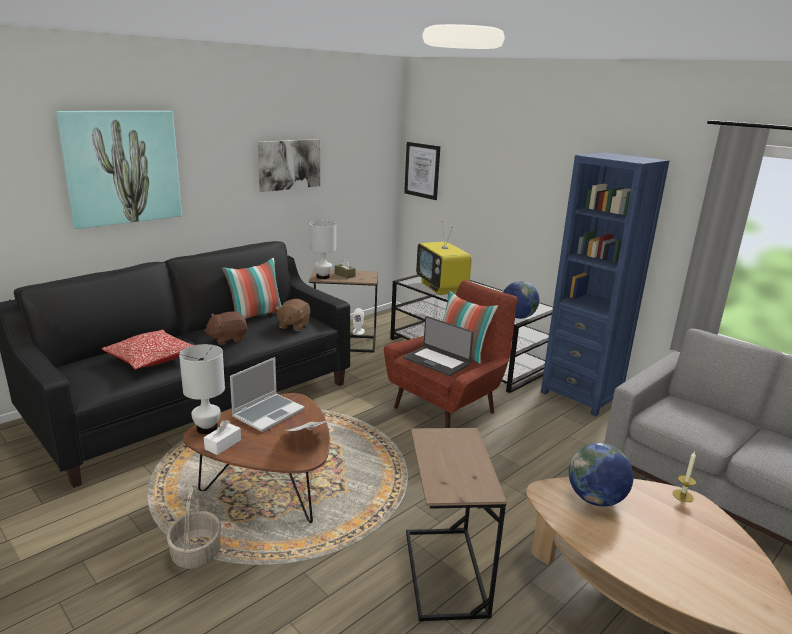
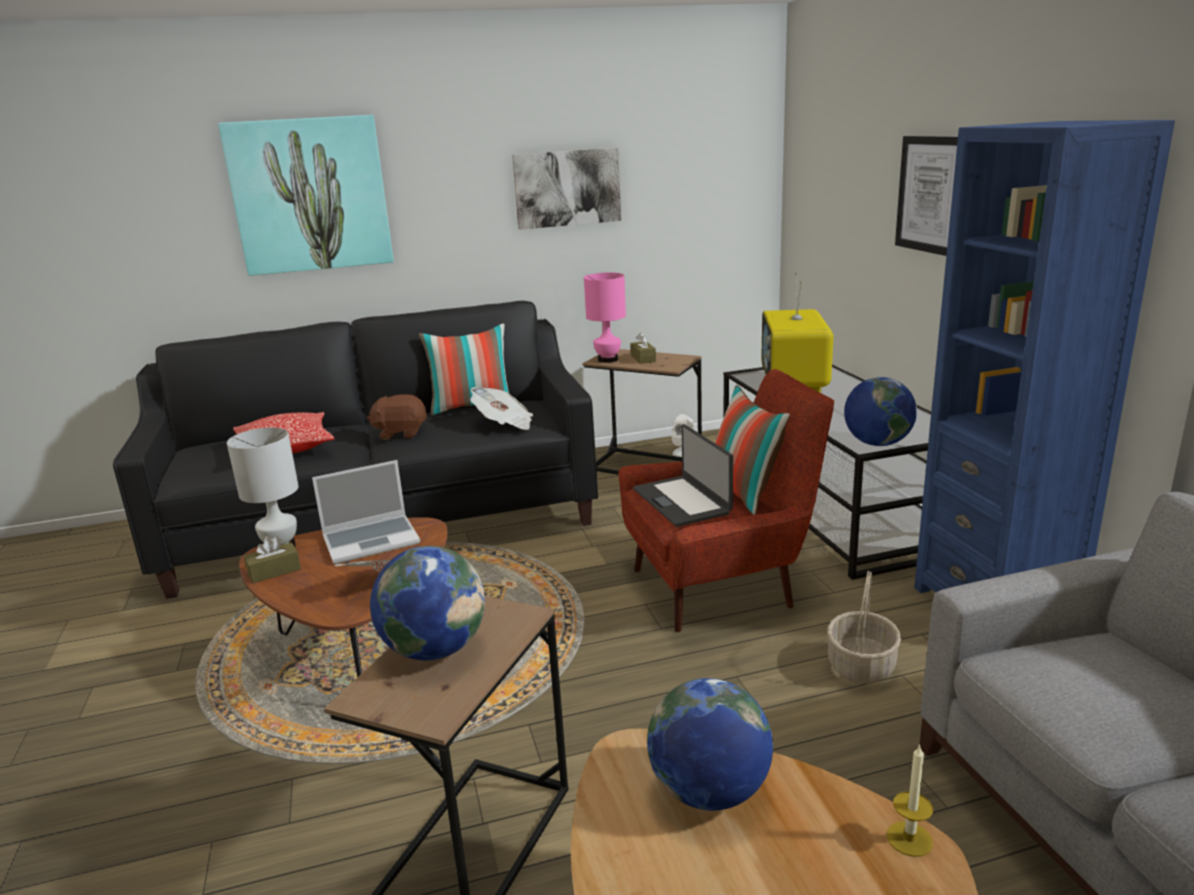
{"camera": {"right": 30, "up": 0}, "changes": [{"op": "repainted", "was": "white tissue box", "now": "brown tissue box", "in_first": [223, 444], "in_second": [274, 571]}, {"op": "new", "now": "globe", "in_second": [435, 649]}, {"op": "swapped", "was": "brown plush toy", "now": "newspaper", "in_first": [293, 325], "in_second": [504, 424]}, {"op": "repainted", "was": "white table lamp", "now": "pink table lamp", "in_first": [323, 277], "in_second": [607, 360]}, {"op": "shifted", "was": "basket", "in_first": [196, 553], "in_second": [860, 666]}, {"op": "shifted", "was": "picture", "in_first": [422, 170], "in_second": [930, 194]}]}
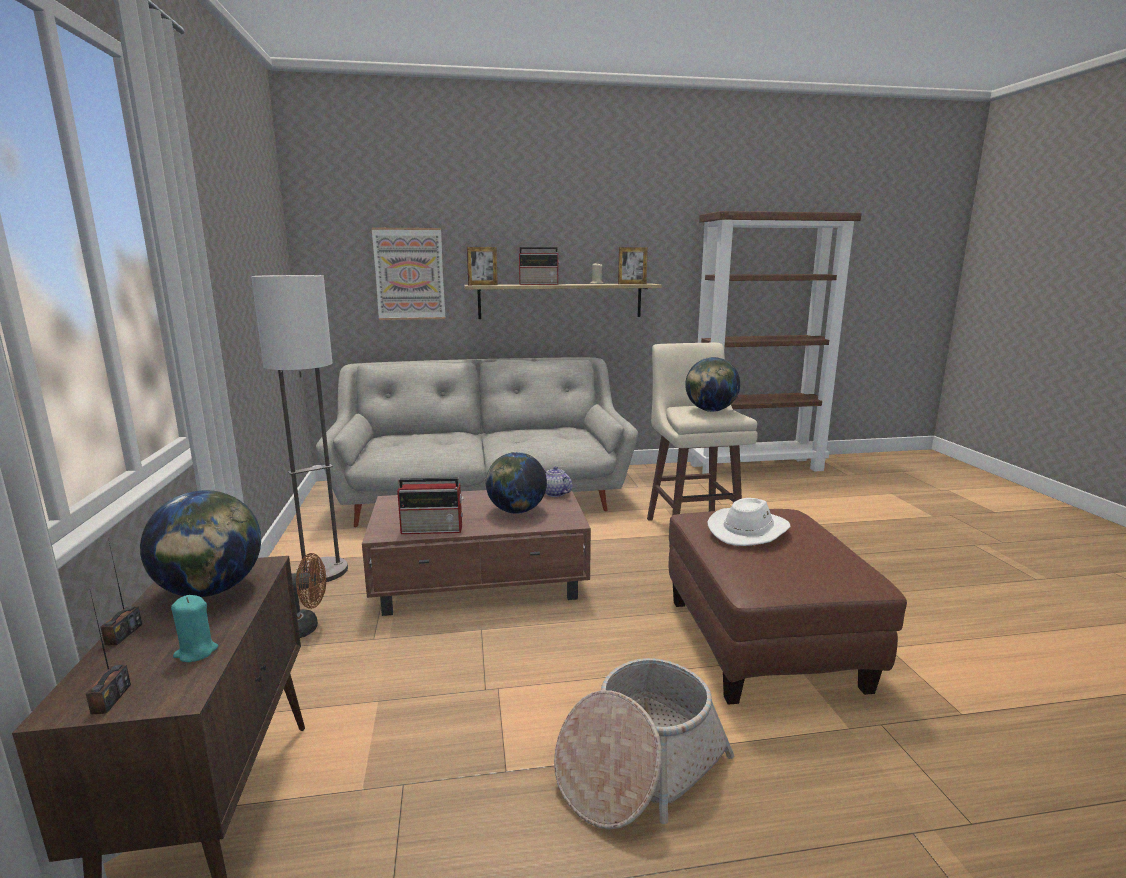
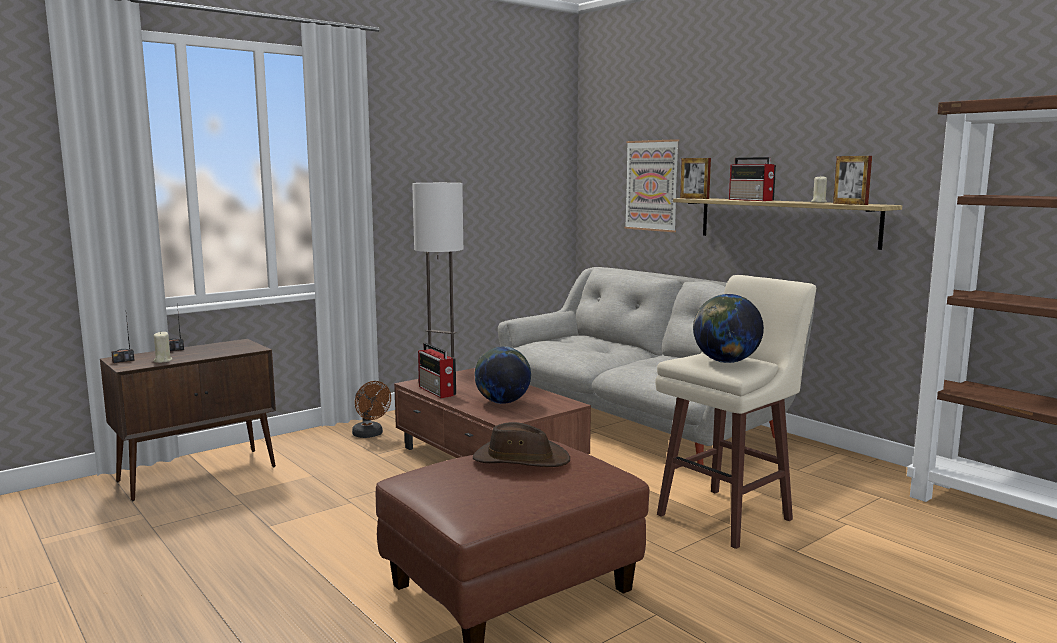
{"camera": {"right": 60, "up": -5}, "changes": [{"op": "repainted", "was": "turquoise candle", "now": "beige candle", "in_first": [196, 652], "in_second": [162, 360]}, {"op": "repainted", "was": "white hat", "now": "brown hat", "in_first": [749, 530], "in_second": [520, 459]}, {"op": "gone", "was": "globe", "in_first": [211, 591]}, {"op": "gone", "was": "teapot", "in_first": [555, 493]}, {"op": "gone", "was": "basket", "in_first": [638, 767]}]}
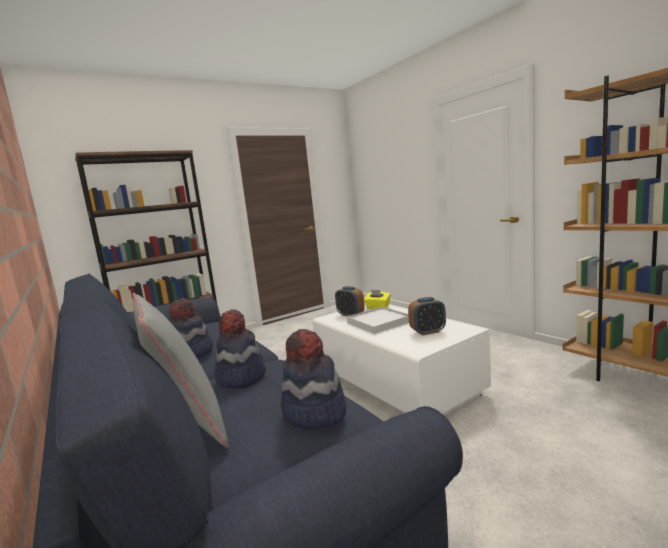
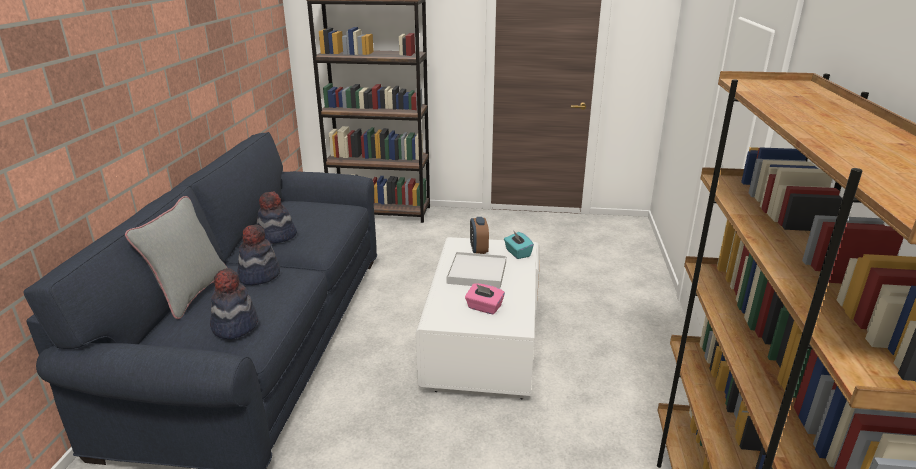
{"camera": {"right": 40, "up": 15}, "changes": [{"op": "swapped", "was": "alarm clock", "now": "pink tissue box", "in_first": [428, 332], "in_second": [484, 308]}, {"op": "repainted", "was": "yellow tissue box", "now": "turquoise tissue box", "in_first": [377, 307], "in_second": [517, 253]}]}
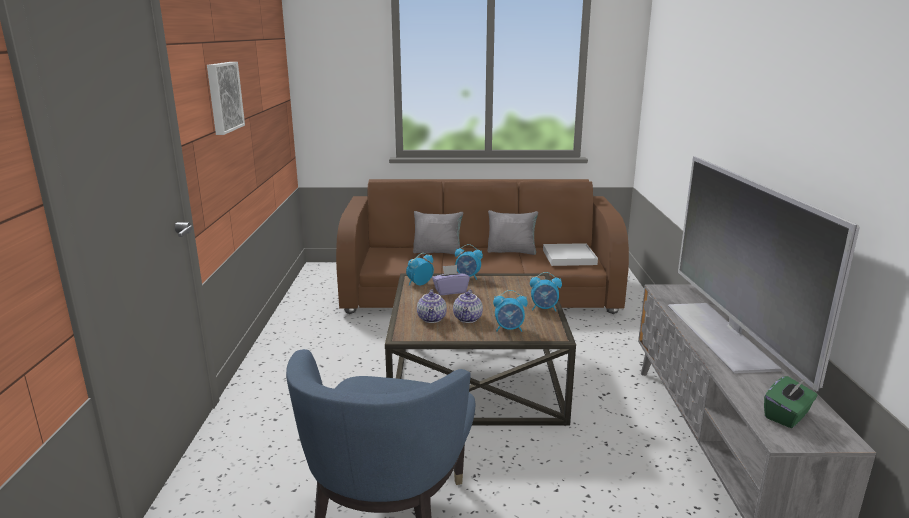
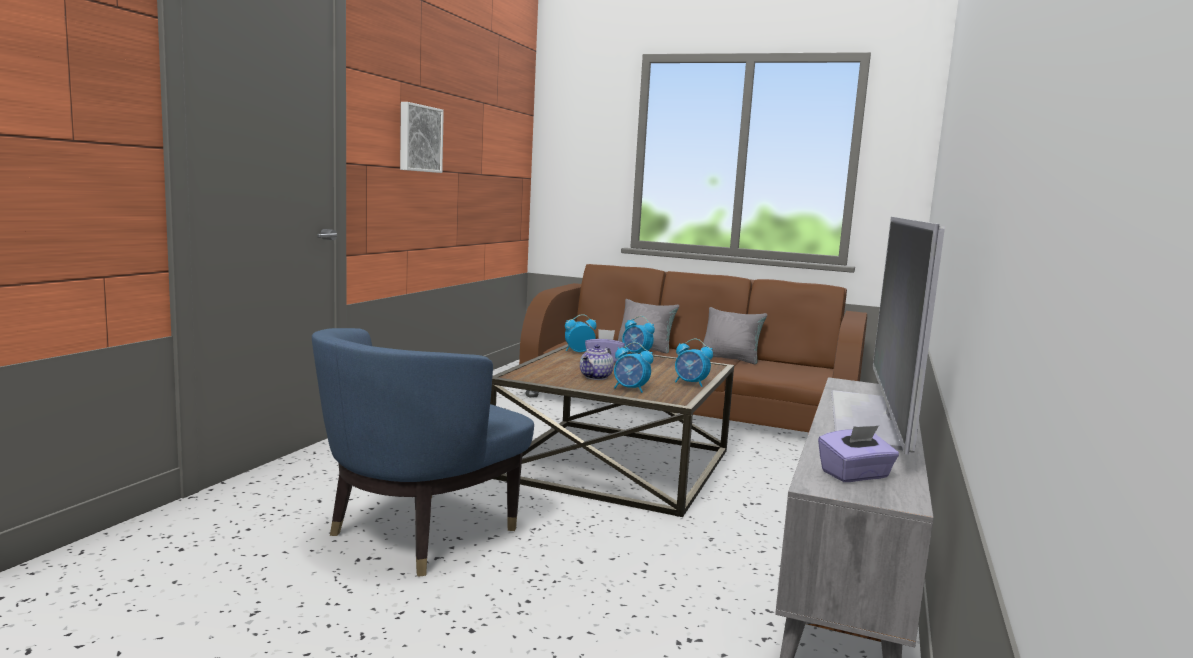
{"camera": {"right": 20, "up": -10}, "changes": [{"op": "repainted", "was": "green tissue box", "now": "purple tissue box", "in_first": [787, 415], "in_second": [855, 475]}, {"op": "gone", "was": "teapot", "in_first": [432, 319]}, {"op": "gone", "was": "white tray", "in_first": [569, 257]}]}
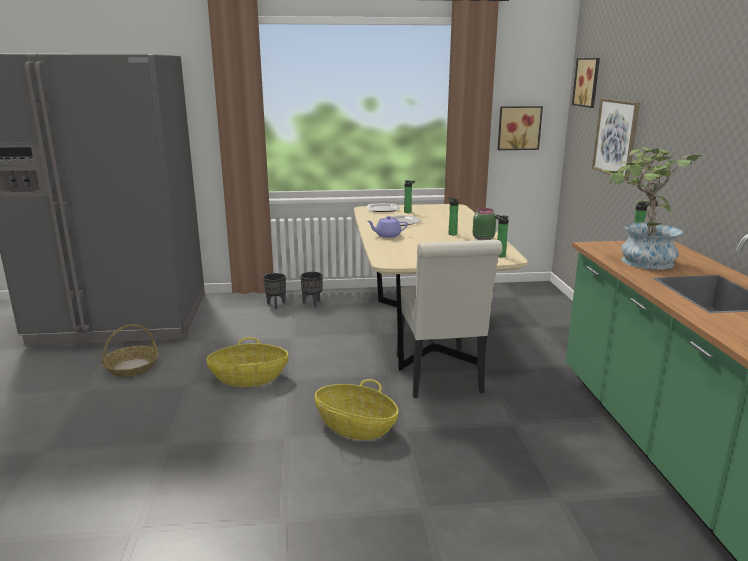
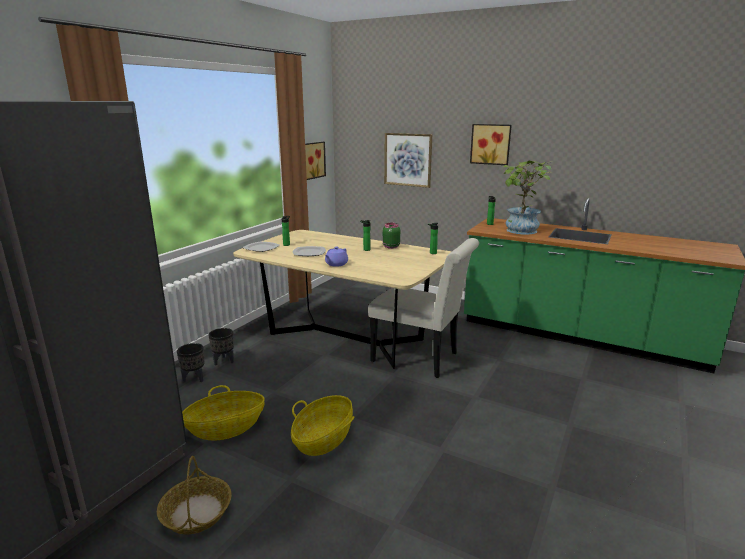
{"camera": {"right": -55, "up": 0}, "changes": [{"op": "shifted", "was": "basket", "in_first": [355, 427], "in_second": [226, 428]}, {"op": "shifted", "was": "picture", "in_first": [588, 82], "in_second": [490, 144]}]}
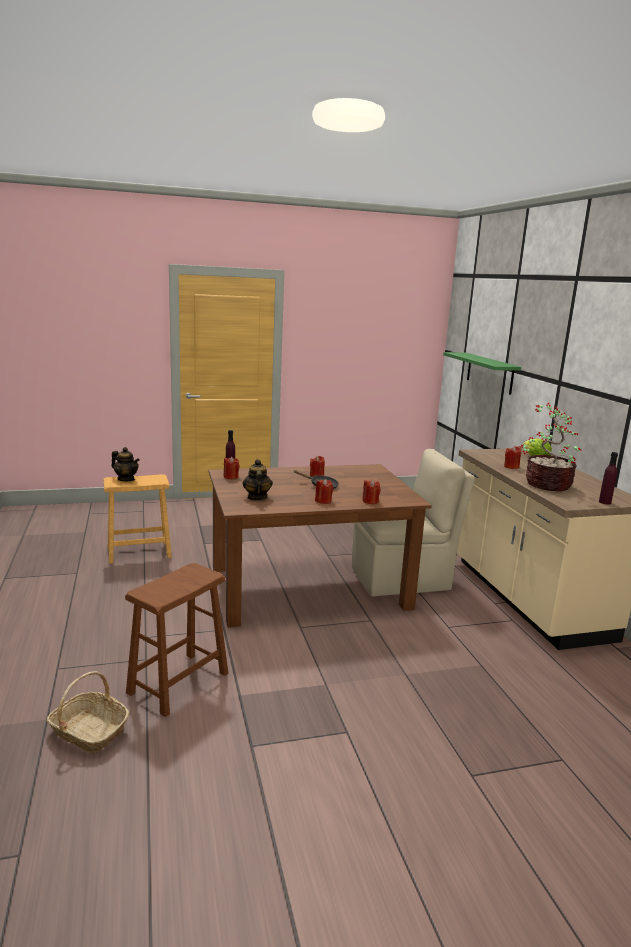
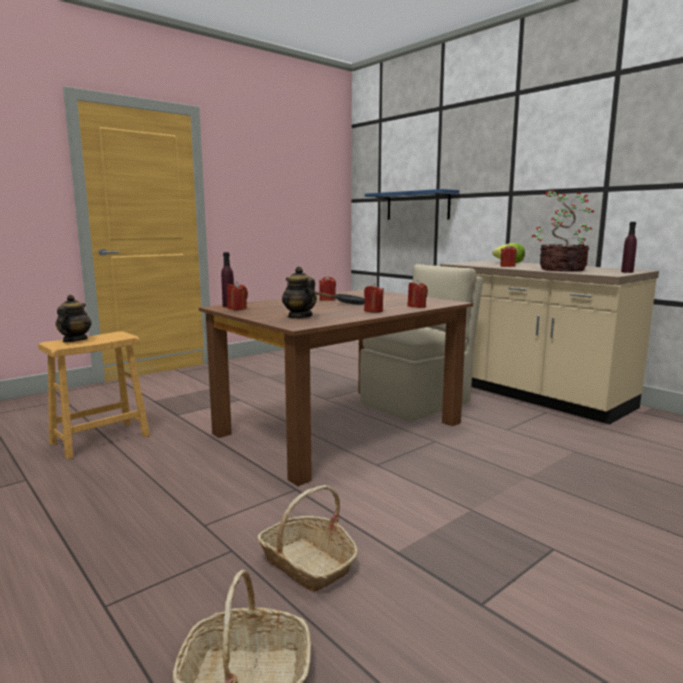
{"camera": {"right": -25, "up": -5}, "changes": [{"op": "rotated", "was": "teapot", "in_first": [126, 479], "in_second": [74, 340], "clockwise": -90}, {"op": "swapped", "was": "brown stool", "now": "basket", "in_first": [179, 683], "in_second": [307, 564]}, {"op": "repainted", "was": "green shelf", "now": "blue shelf", "in_first": [489, 373], "in_second": [417, 206]}]}
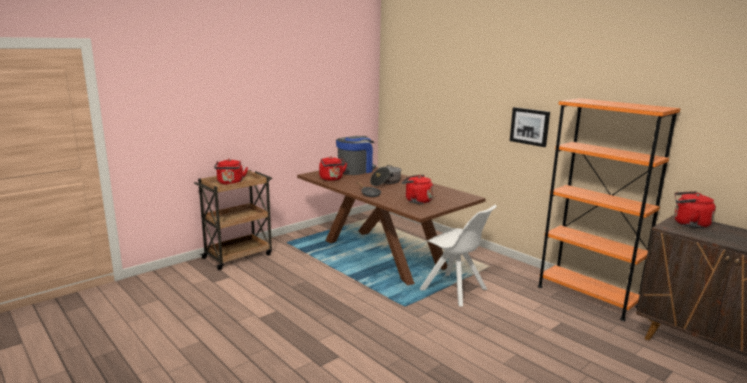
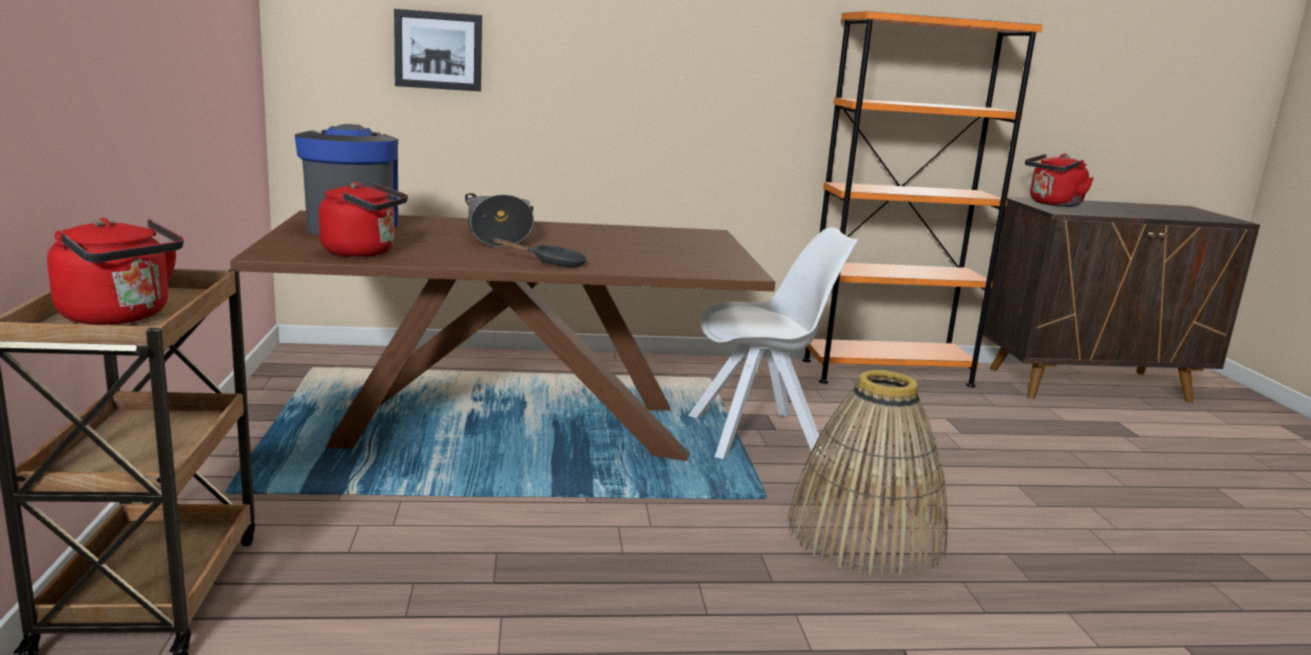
{"camera": {"right": -55, "up": 0}, "changes": [{"op": "shifted", "was": "picture", "in_first": [529, 126], "in_second": [438, 50]}, {"op": "new", "now": "basket", "in_second": [865, 534]}, {"op": "gone", "was": "red kettle", "in_first": [416, 200]}]}
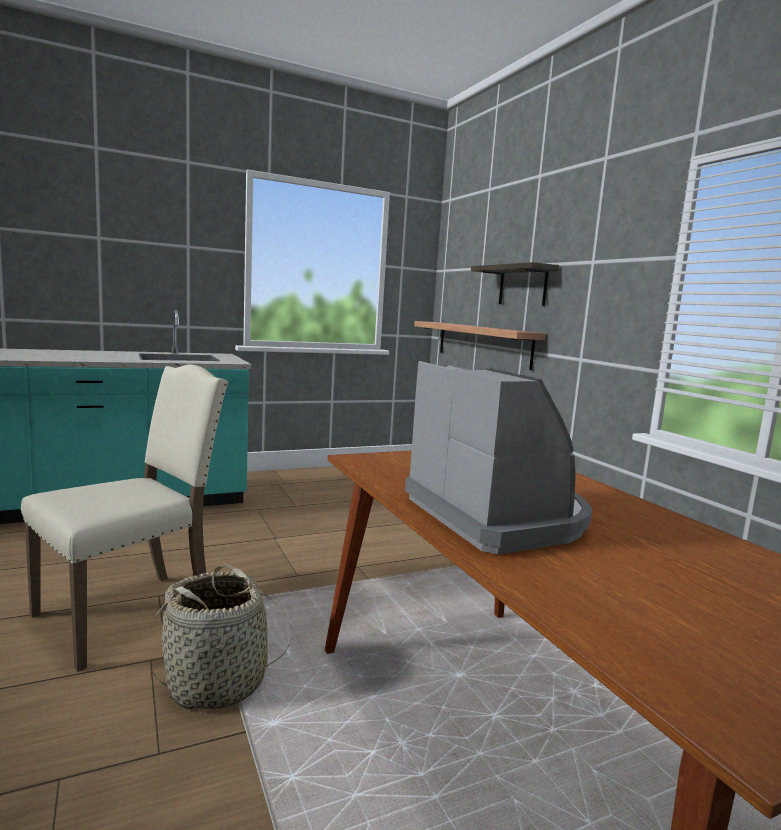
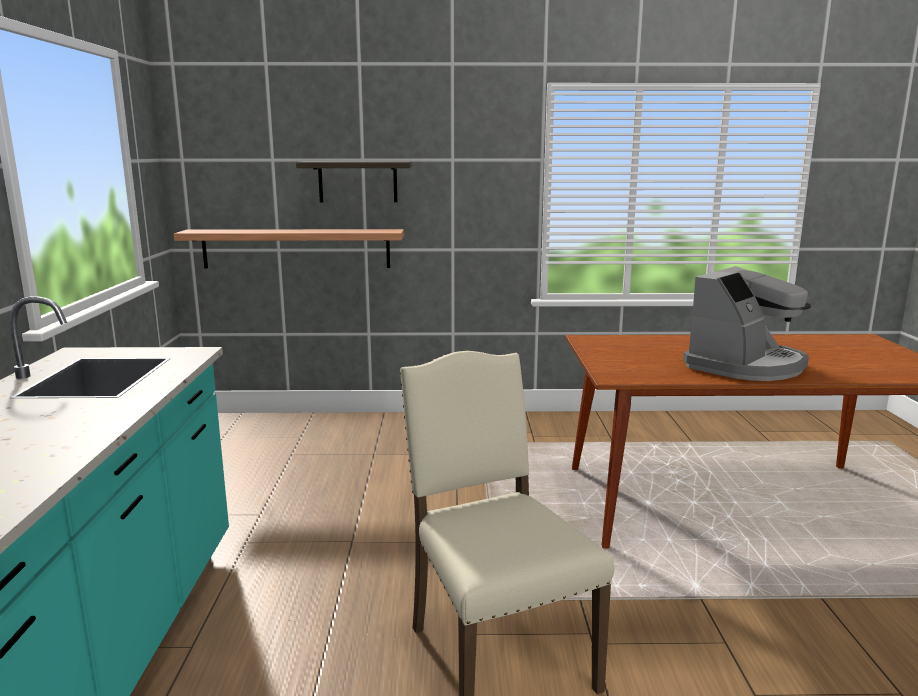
{"camera": {"right": -65, "up": 5}, "changes": [{"op": "rotated", "was": "coffee machine", "in_first": [498, 515], "in_second": [746, 365], "clockwise": 135}, {"op": "gone", "was": "basket", "in_first": [218, 683]}]}
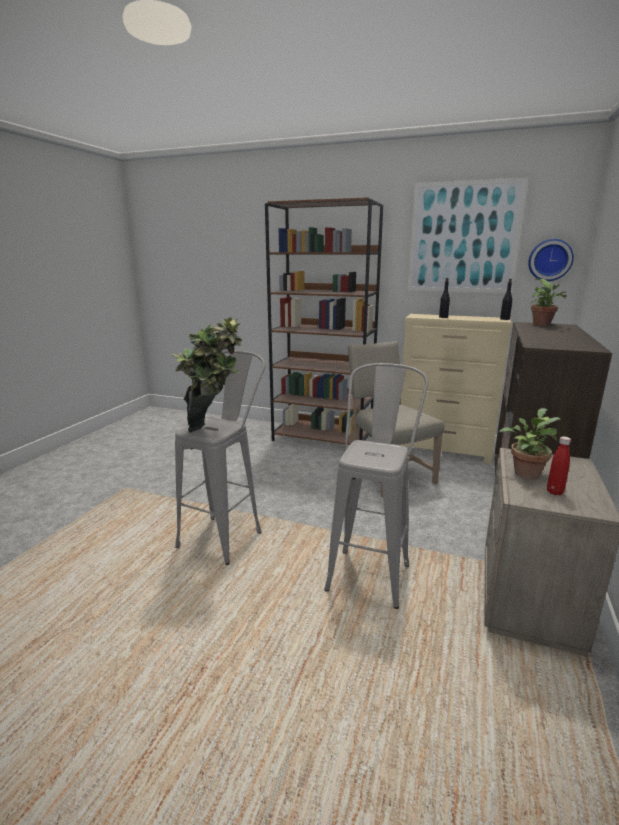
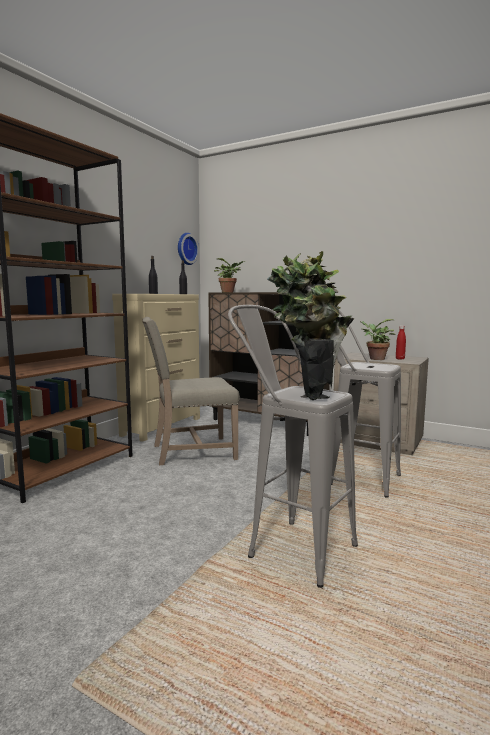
{"camera": {"right": -80, "up": -10}, "changes": [{"op": "gone", "was": "picture", "in_first": [463, 238]}]}
